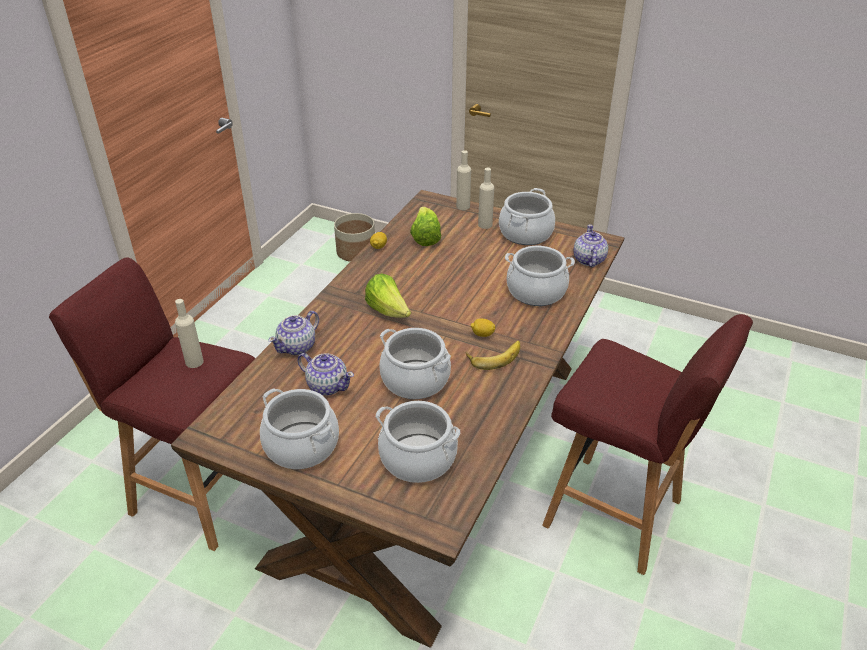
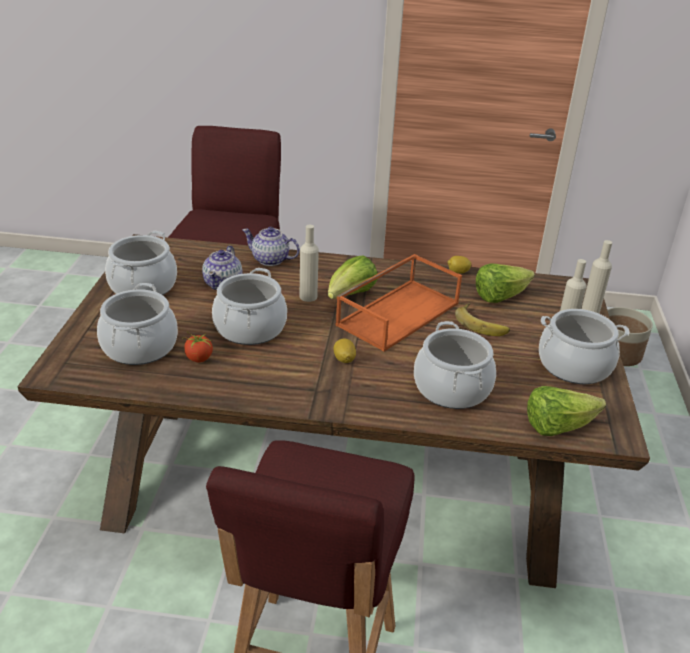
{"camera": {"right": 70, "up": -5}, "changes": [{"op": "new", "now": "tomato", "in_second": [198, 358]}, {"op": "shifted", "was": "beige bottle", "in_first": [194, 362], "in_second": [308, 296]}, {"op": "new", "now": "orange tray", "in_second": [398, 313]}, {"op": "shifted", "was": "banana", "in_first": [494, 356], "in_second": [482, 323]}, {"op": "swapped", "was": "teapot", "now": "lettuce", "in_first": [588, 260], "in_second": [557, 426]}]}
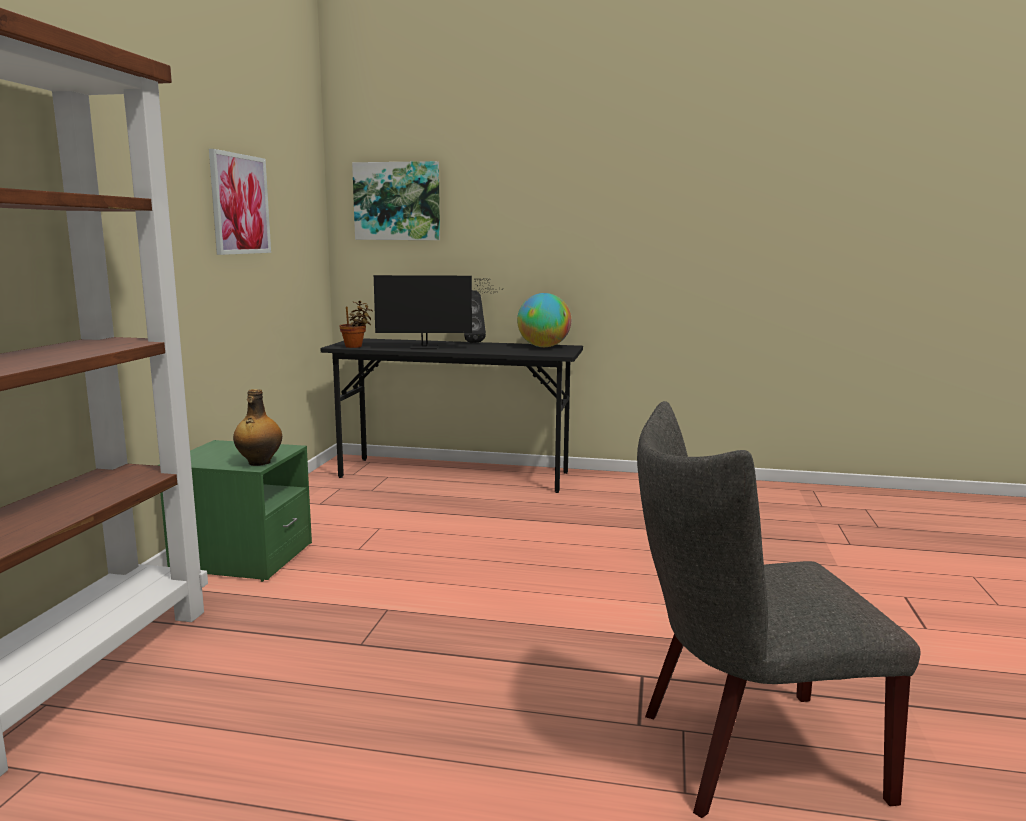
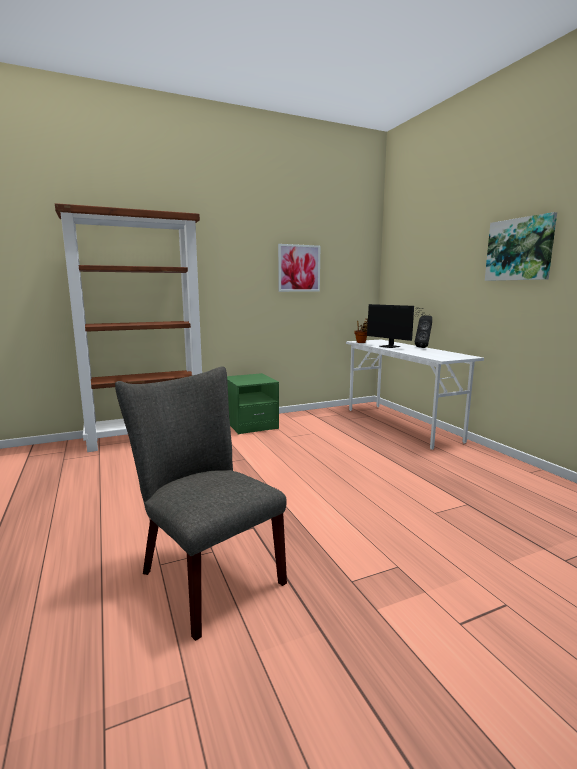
{"camera": {"right": 55, "up": 0}, "changes": [{"op": "repainted", "was": "black desk", "now": "white desk", "in_first": [455, 475], "in_second": [401, 425]}, {"op": "shifted", "was": "picture", "in_first": [397, 201], "in_second": [519, 249]}, {"op": "gone", "was": "bottle", "in_first": [259, 463]}, {"op": "gone", "was": "globe", "in_first": [544, 347]}]}
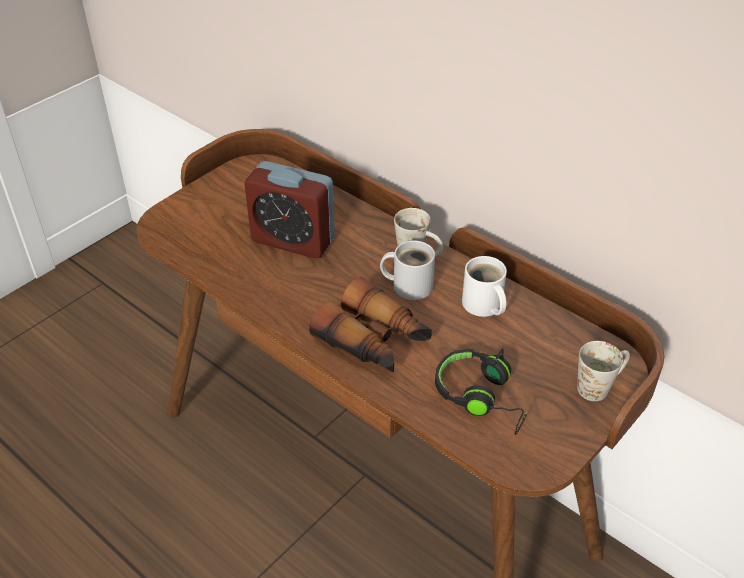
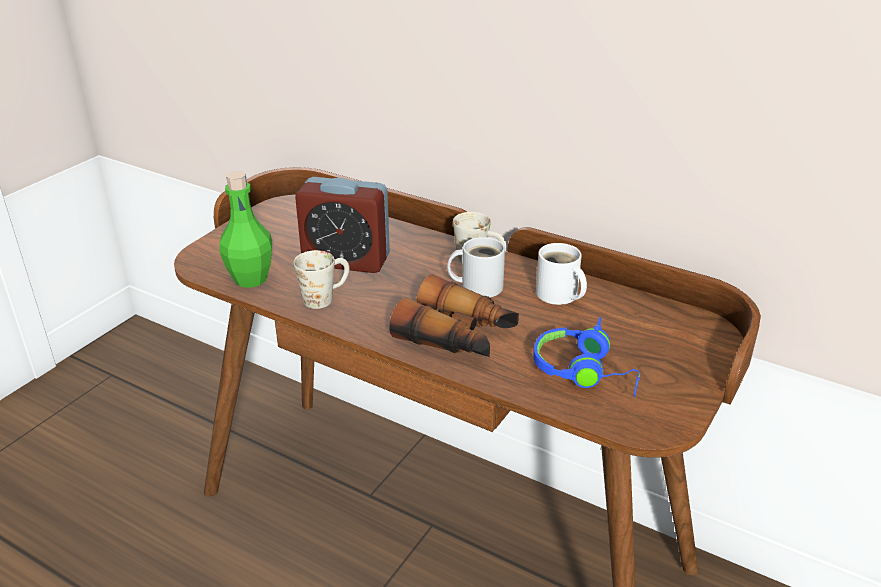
{"camera": {"right": -10, "up": -10}, "changes": [{"op": "new", "now": "green bottle", "in_second": [251, 279]}, {"op": "shifted", "was": "white mug", "in_first": [600, 385], "in_second": [326, 297]}, {"op": "repainted", "was": "black headphones", "now": "blue headphones", "in_first": [481, 397], "in_second": [585, 372]}]}
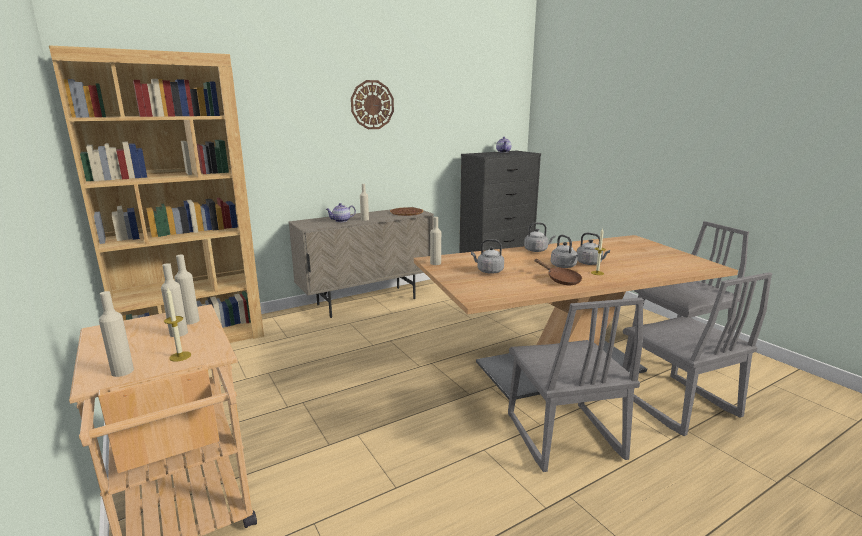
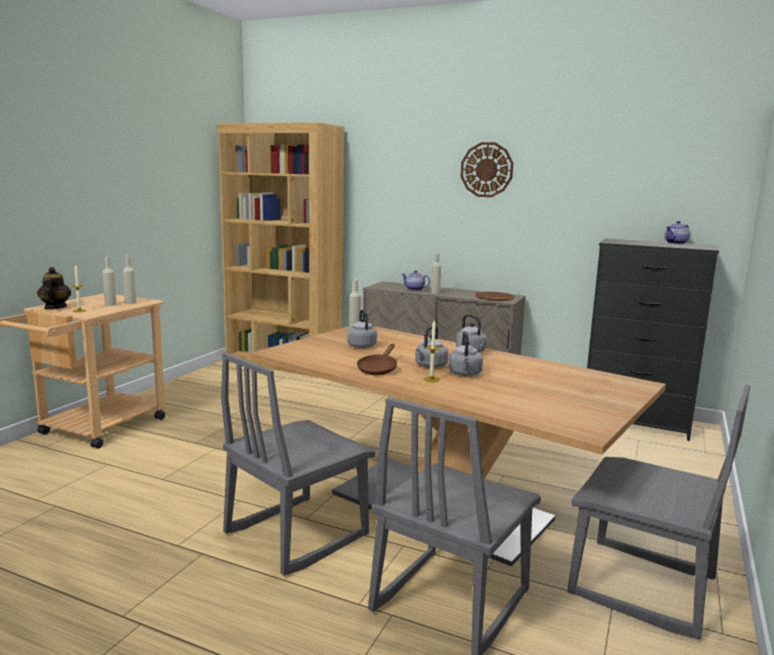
{"camera": {"right": 55, "up": -5}, "changes": [{"op": "swapped", "was": "beige bottle", "now": "teapot", "in_first": [122, 371], "in_second": [55, 308]}]}
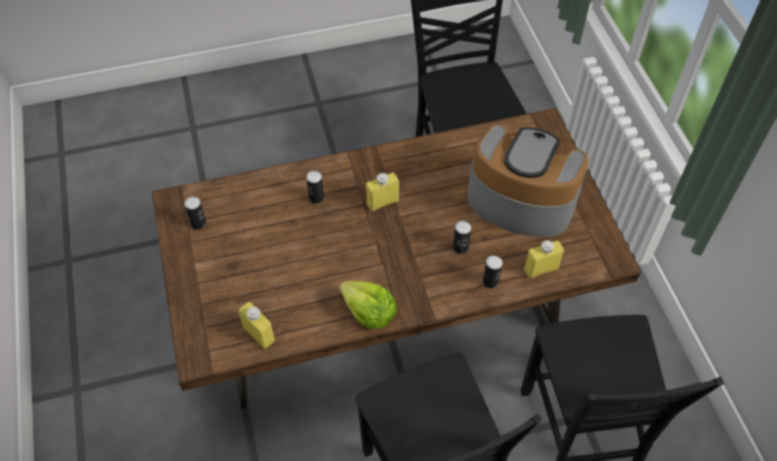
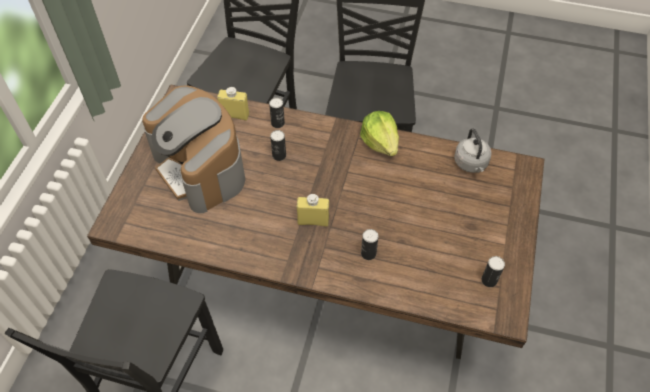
{"camera": {"right": -150, "up": 0}, "changes": [{"op": "swapped", "was": "yellow bottle", "now": "grey kettle", "in_first": [259, 334], "in_second": [471, 164]}]}
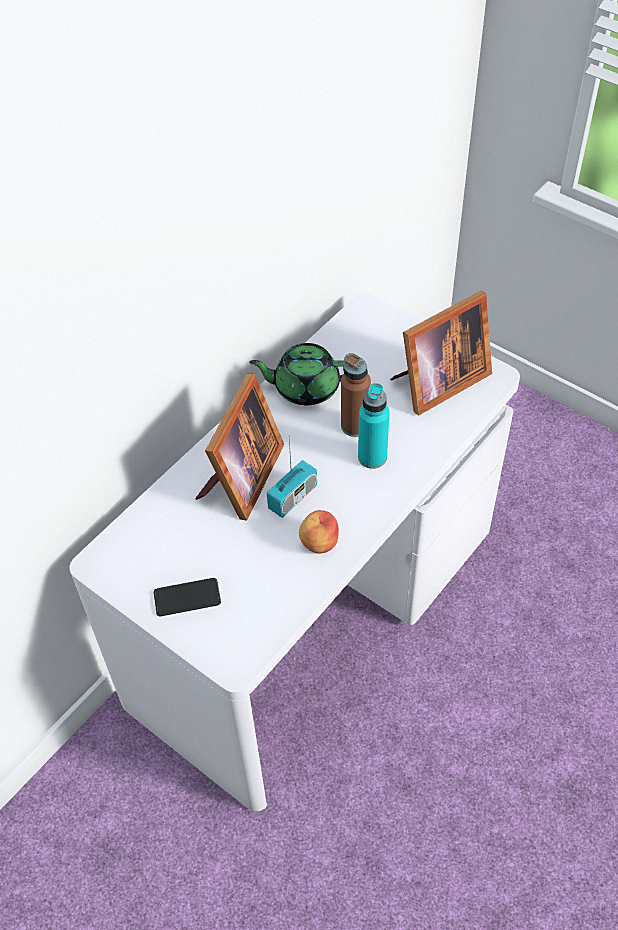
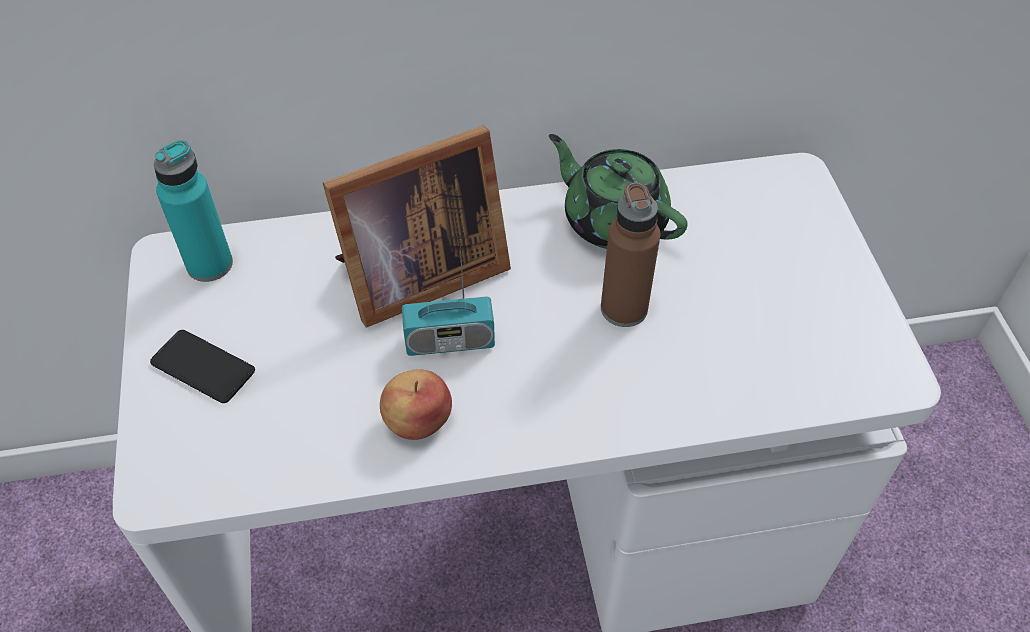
{"camera": {"right": 40, "up": 0}, "changes": [{"op": "shifted", "was": "turquoise bottle", "in_first": [372, 457], "in_second": [209, 264]}, {"op": "gone", "was": "picture frame", "in_first": [436, 383]}]}
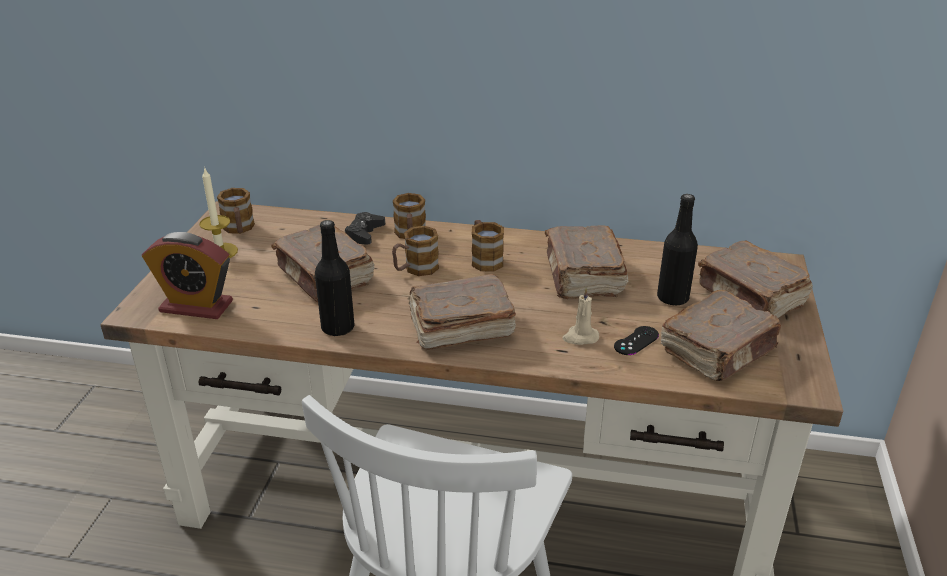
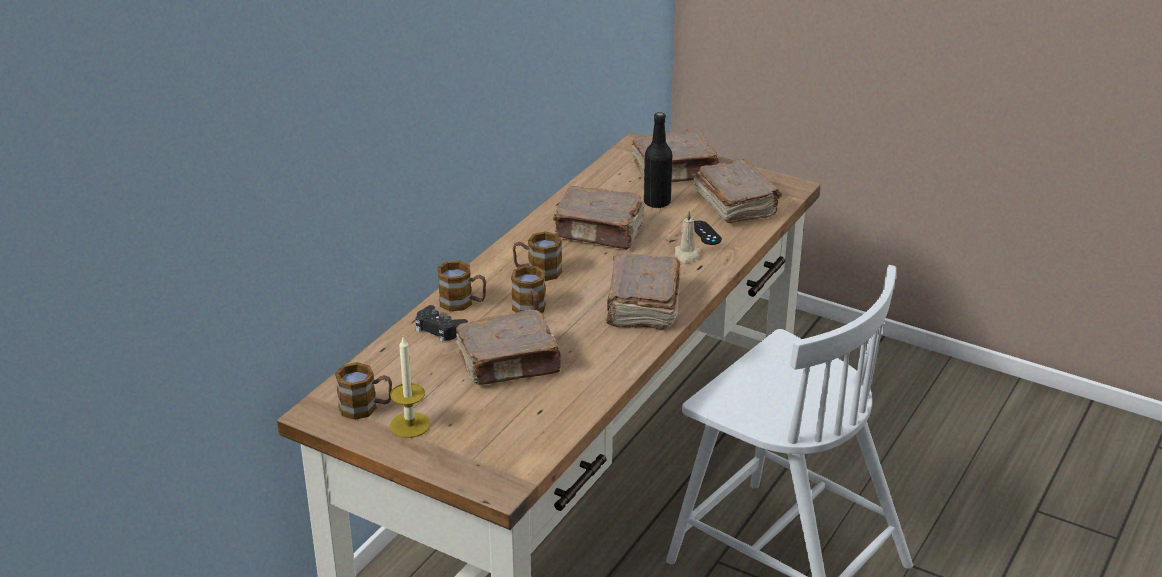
{"camera": {"right": -70, "up": 0}, "changes": [{"op": "gone", "was": "alarm clock", "in_first": [196, 306]}, {"op": "gone", "was": "black bottle", "in_first": [338, 328]}]}
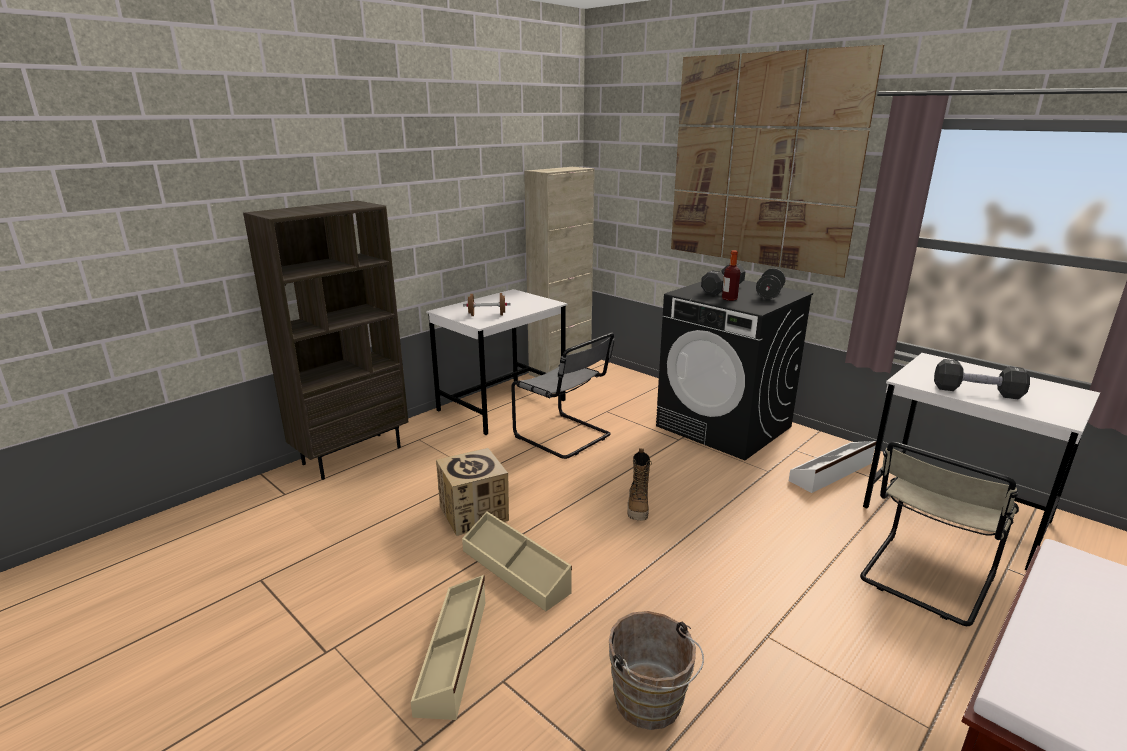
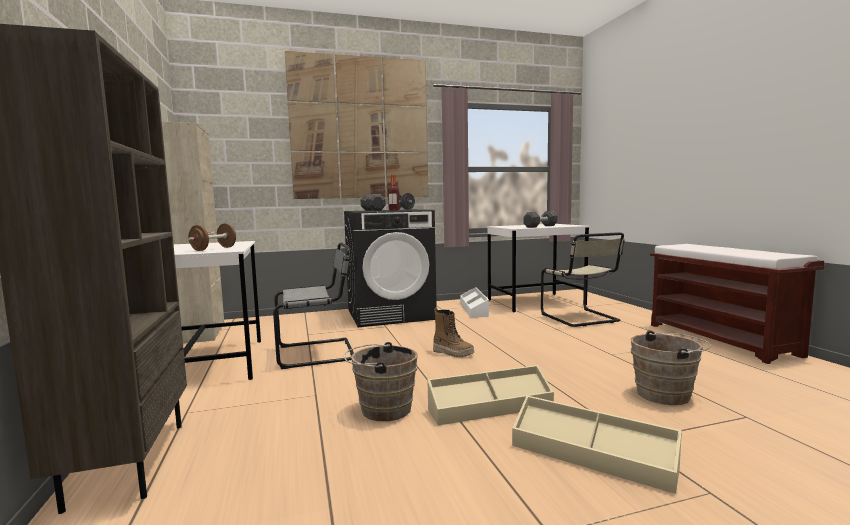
{"camera": {"right": -60, "up": -15}, "changes": [{"op": "swapped", "was": "cardboard box", "now": "brown bucket", "in_first": [474, 513], "in_second": [382, 409]}]}
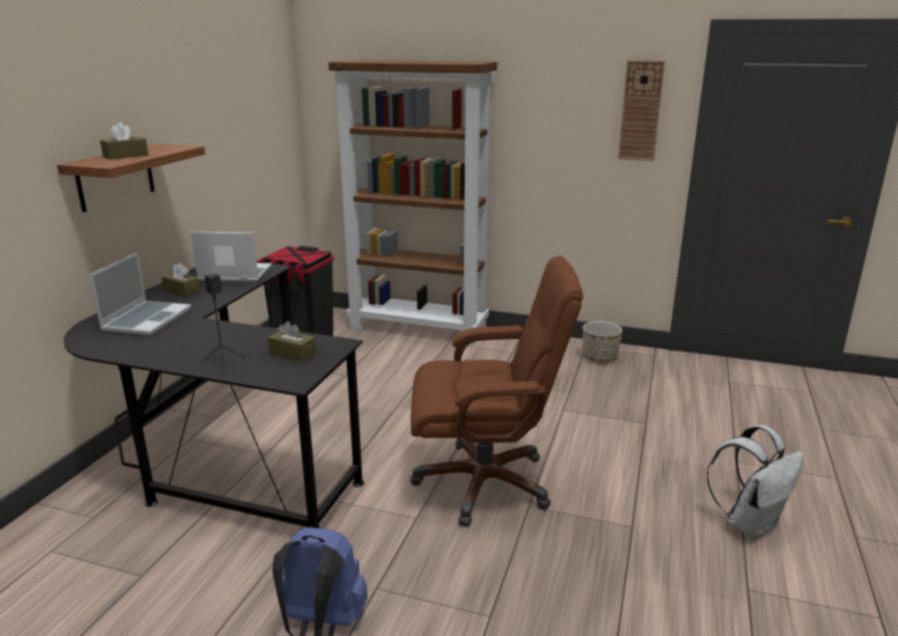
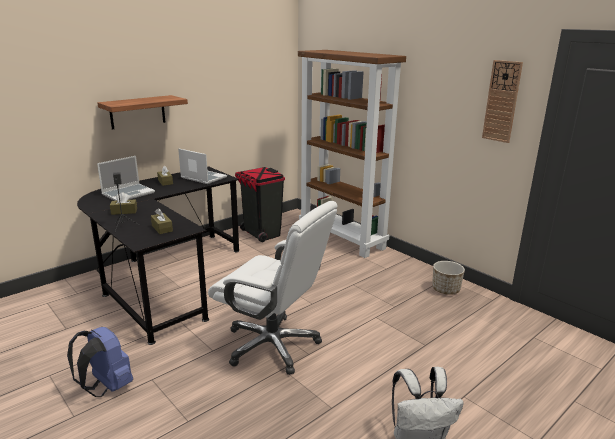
{"camera": {"right": 30, "up": 0}, "changes": [{"op": "shifted", "was": "brown tissue box", "in_first": [126, 156], "in_second": [124, 211]}, {"op": "repainted", "was": "brown office chair", "now": "white office chair", "in_first": [485, 482], "in_second": [273, 345]}]}
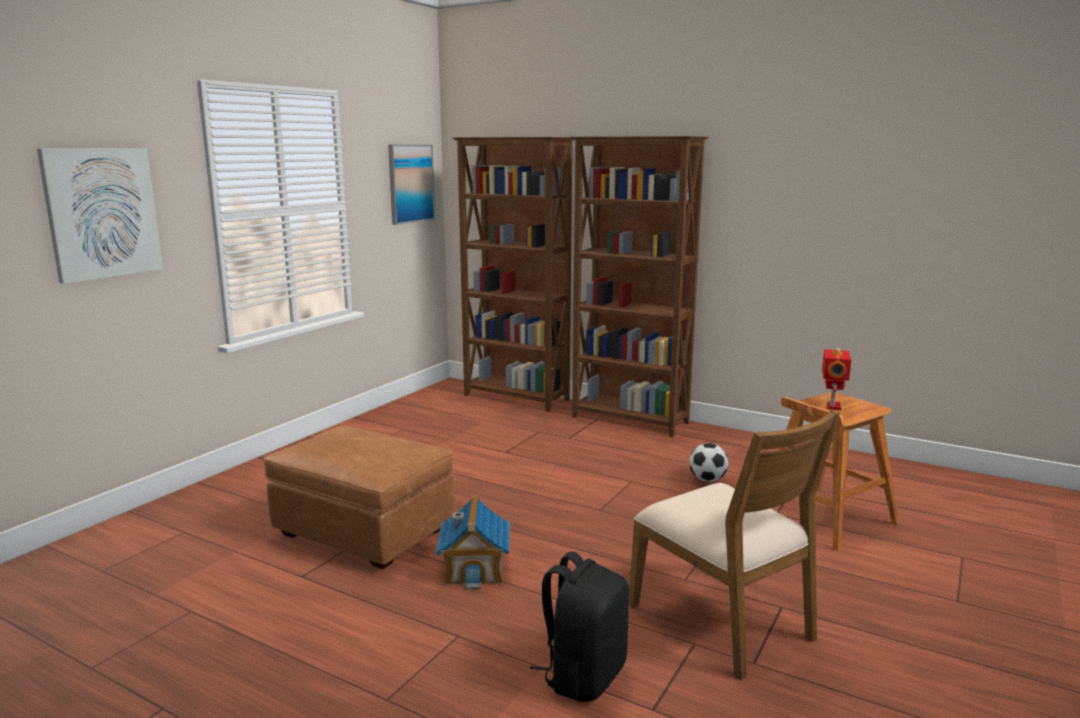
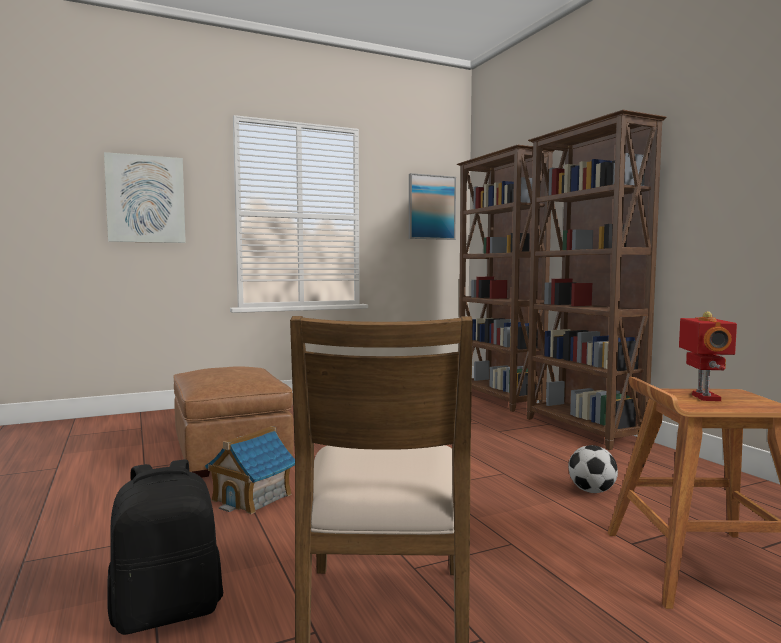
{"camera": {"right": 35, "up": -10}, "changes": [{"op": "rotated", "was": "toy robot", "in_first": [832, 406], "in_second": [703, 397], "clockwise": -45}]}
